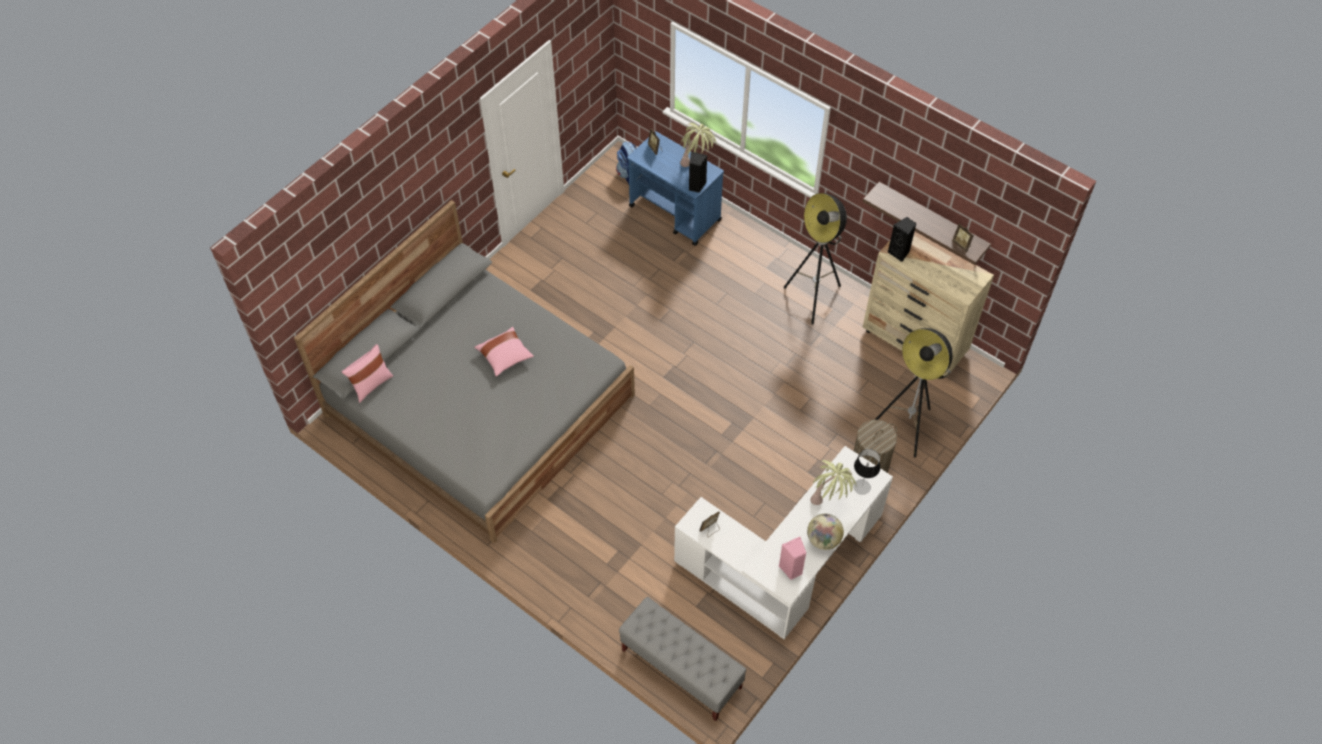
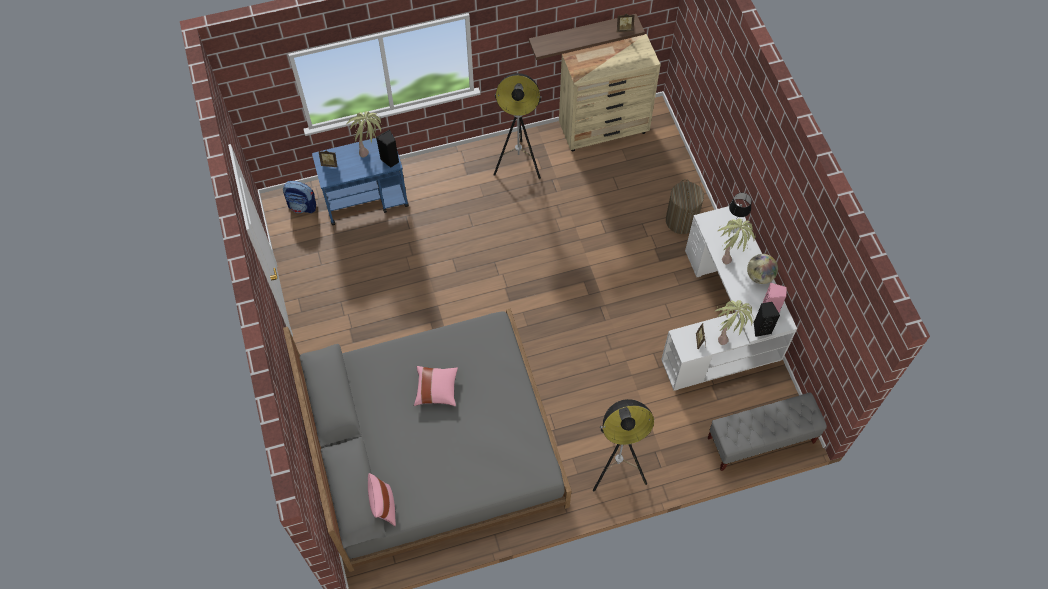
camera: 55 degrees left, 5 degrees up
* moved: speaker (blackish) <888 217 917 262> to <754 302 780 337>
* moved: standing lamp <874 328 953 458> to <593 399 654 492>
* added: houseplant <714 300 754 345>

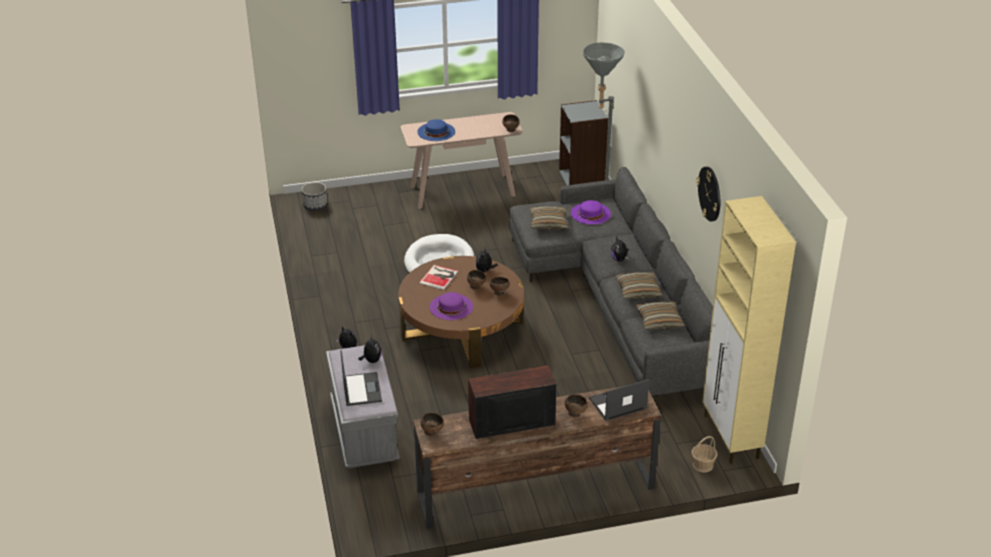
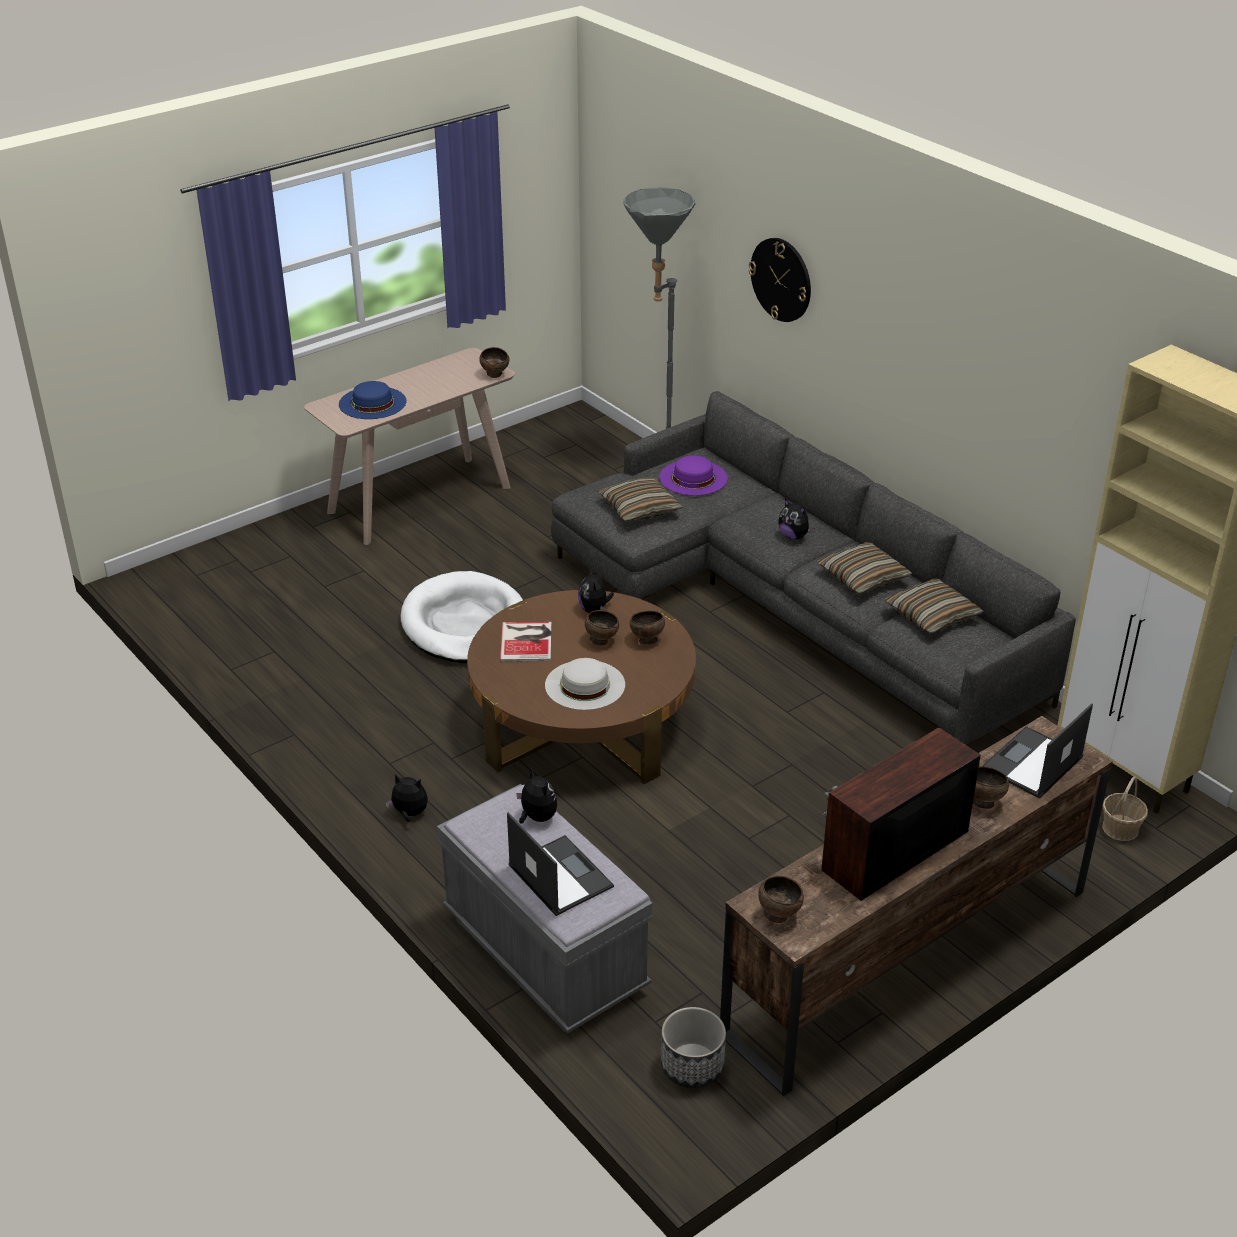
camera: 25 degrees left, 0 degrees up
* removed: bookshelf (grey) <559 100 608 186>
* moved: hanging clock <696 166 720 221> to <749 238 811 322>
* moved: planter <301 182 328 211> to <661 1007 726 1088>
* recoloured: clothing hat (purple) <429 292 473 320> to clothing hat (whitish) <545 658 625 710>

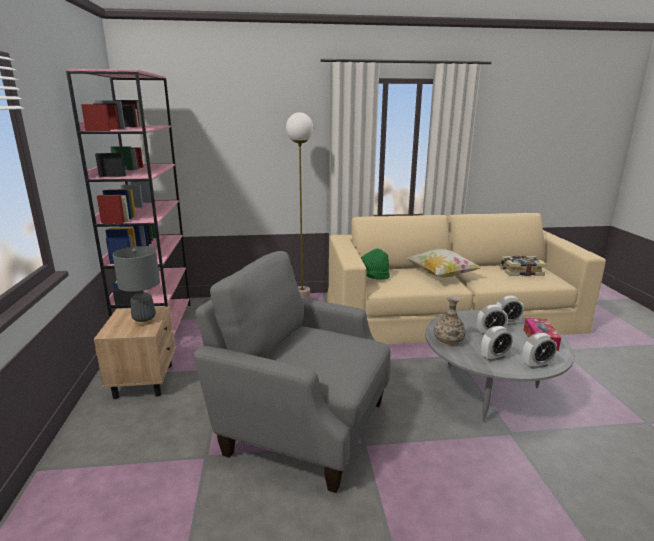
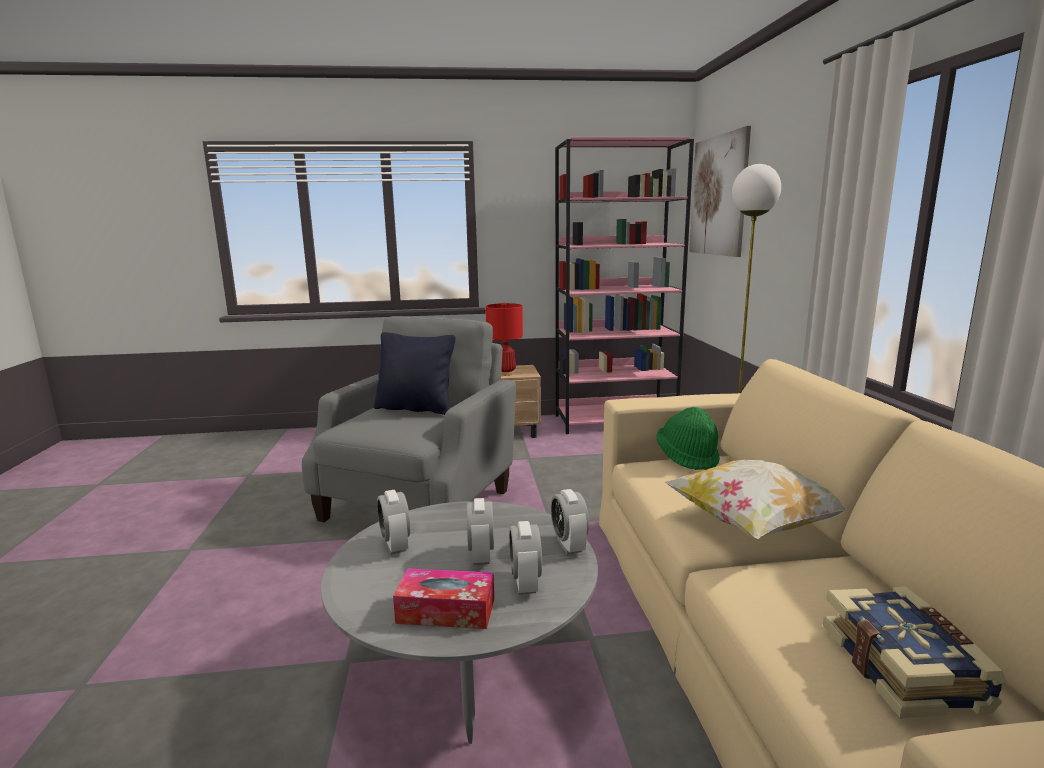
camera: 90 degrees right, 5 degrees down
* recoloured: tabletop lamp (grey) <113 246 160 326> to tabletop lamp (red) <486 303 523 376>
* removed: decorative vase <434 296 466 346>
* moved: alarm clock <522 333 557 369> to <551 489 589 555>
* added: wall art <689 126 751 257>
* added: pillow (blackish) <374 332 455 415>

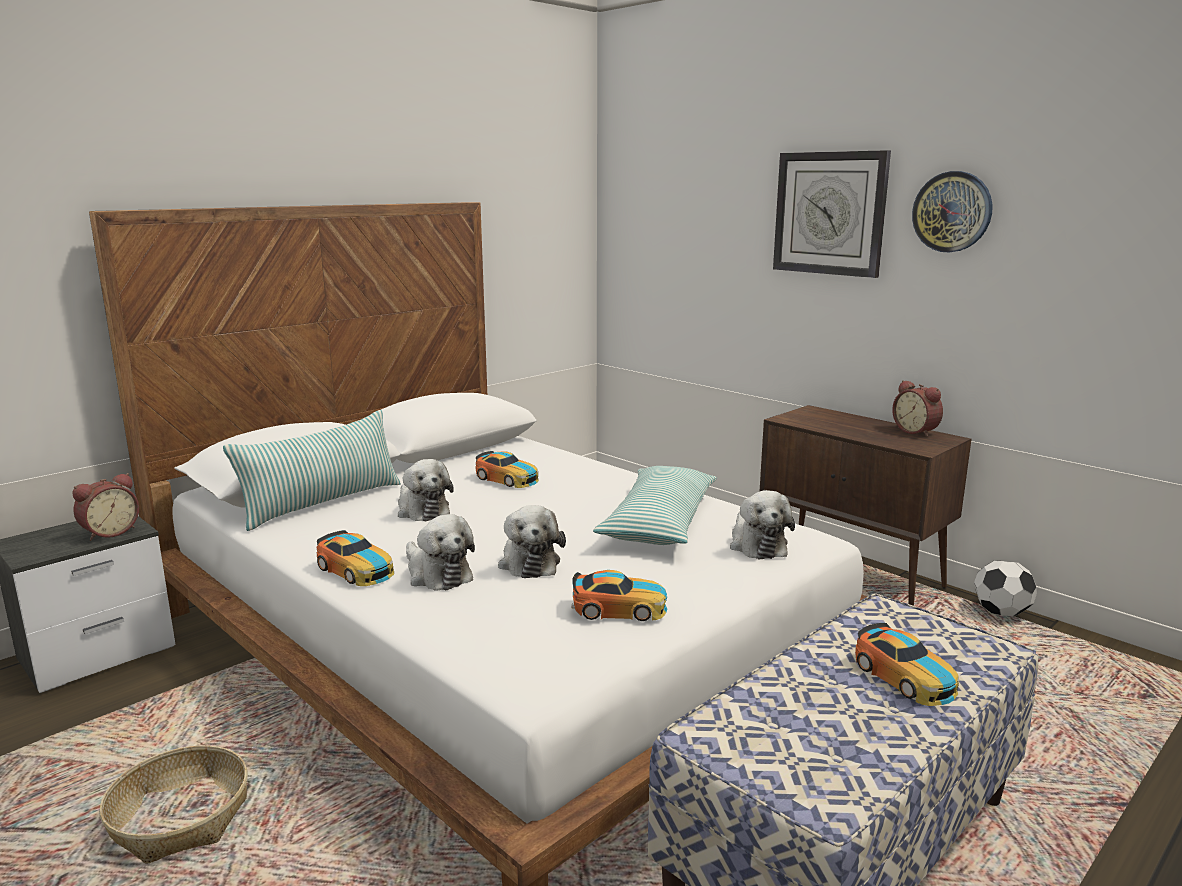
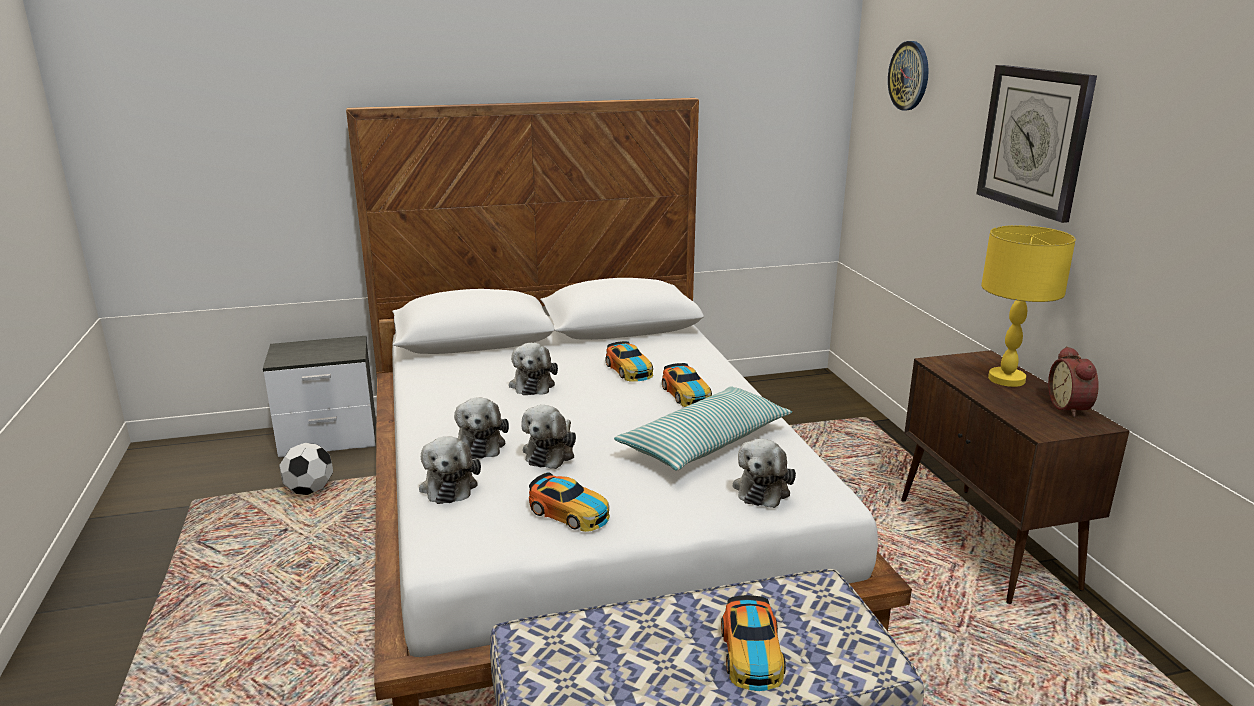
camera: 30 degrees right, 5 degrees up
* moved: hanging clock <912 171 993 252> to <888 41 929 111>
* removed: pillow <223 410 401 531>
* removed: alarm clock <73 473 139 541>
* moved: model car <317 530 394 586> to <662 363 712 407>
* moved: football ball <974 561 1037 616> to <279 443 333 495>
* removed: storage basket <99 745 248 864>
* added: tabletop lamp (yellow-coloured) <981 225 1076 387>
* added: cuddly toy <419 436 481 504>

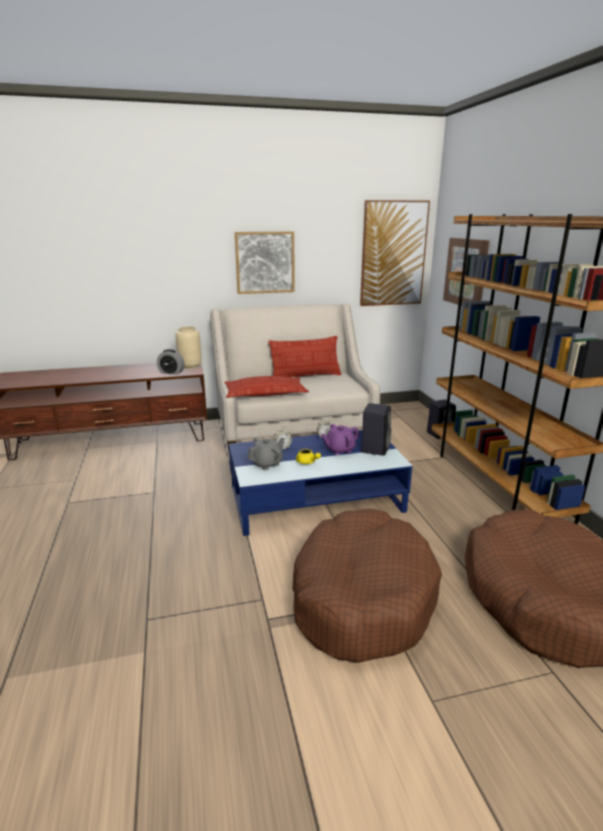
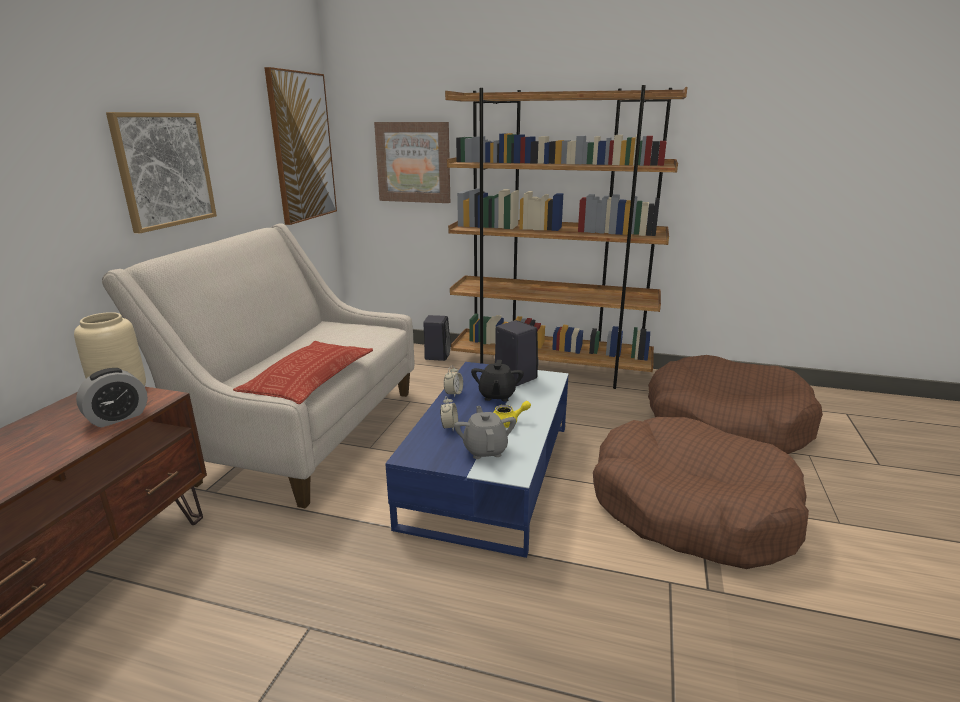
camera: 60 degrees left, 0 degrees up
* removed: pillow <268 336 341 377>
* recoloured: pot for tea (purple) <321 424 359 455> to pot for tea (blackish) <471 360 524 402>

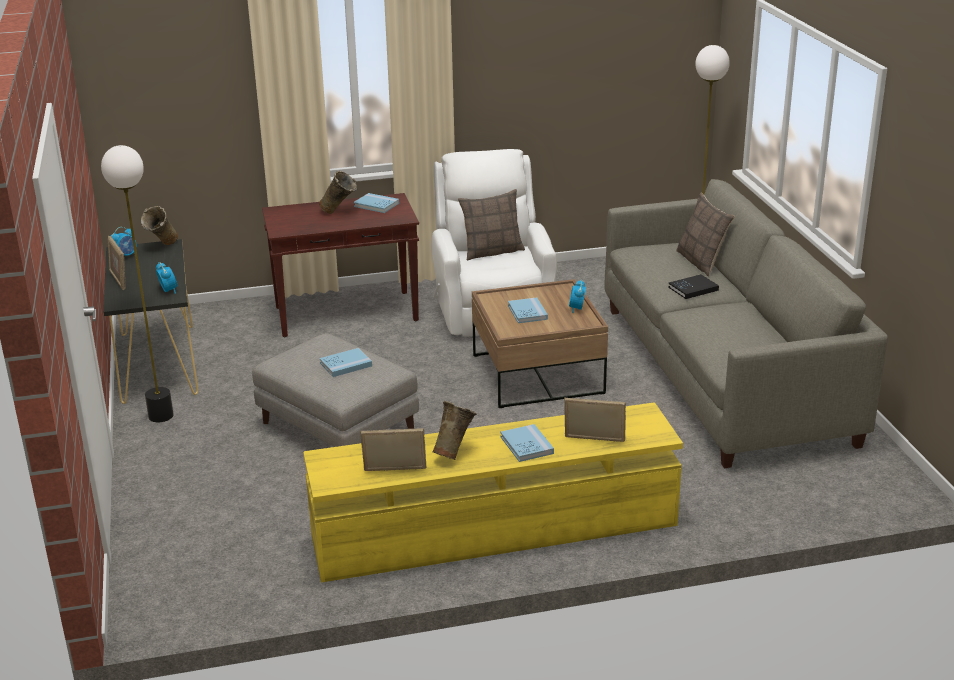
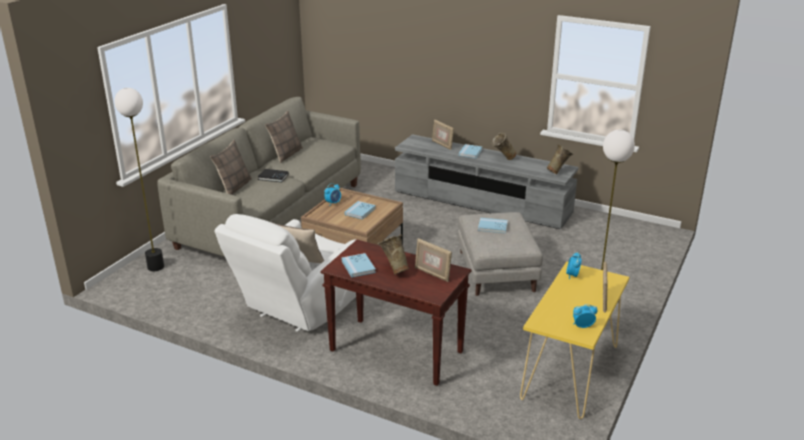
camera: 140 degrees left, 0 degrees up
* moved: decorative vase (beige-coloured) <141 206 178 245> to <547 144 573 175>
* recoloured: hall table (blackish) <103 239 198 404> to hall table (yellow-coloured) <520 261 629 419>
* recoloured: tv stand (yellow-coloured) <303 403 683 582> to tv stand (grey) <395 134 578 229>
* moved: standing frame <360 428 427 471> to <415 239 452 282>
* added: pillow <265 111 303 163>

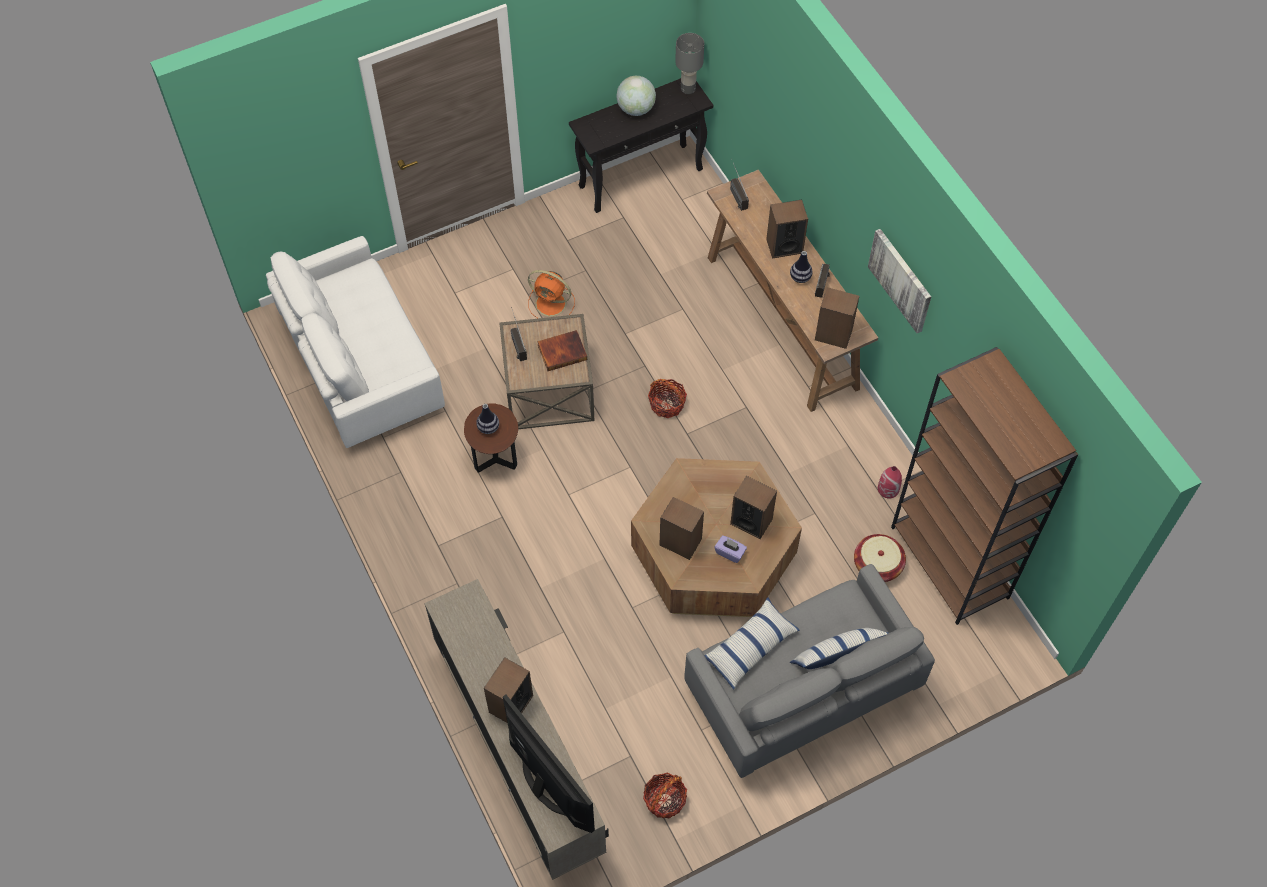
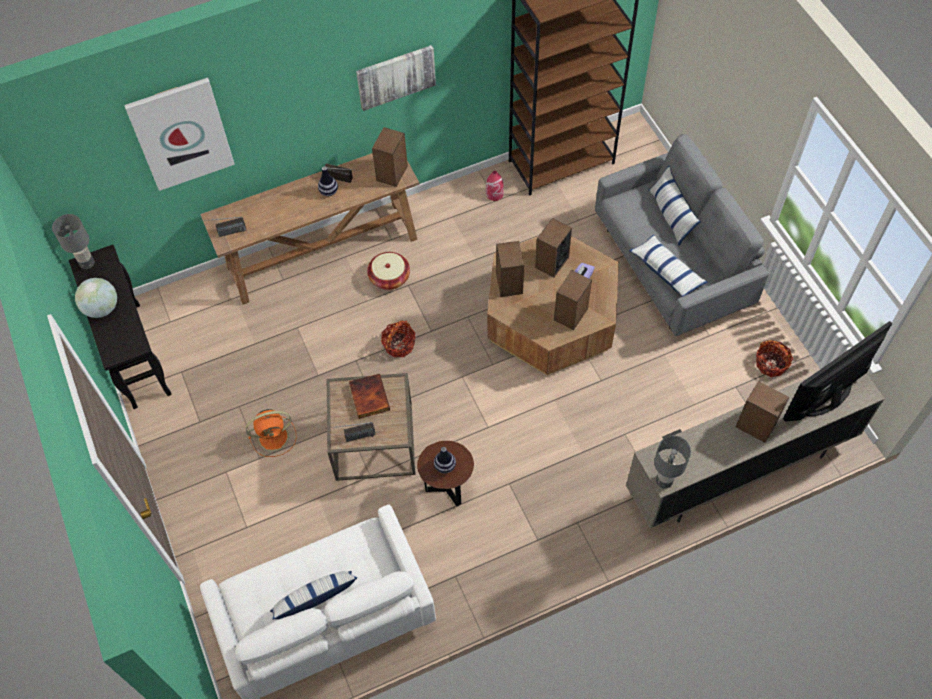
camera: 85 degrees left, 0 degrees up
* moved: speaker <766 200 808 259> to <496 241 524 297>
* turned: fan (orange-coloured) <528 270 575 318> = <246 409 297 457> 45 degrees clockwise
* moved: storage basket <854 534 906 582> to <367 252 410 290>
* added: wall art <124 78 235 191>
* added: tabletop lamp (grey) <654 435 691 489>
* added: pillow <270 571 357 619>

